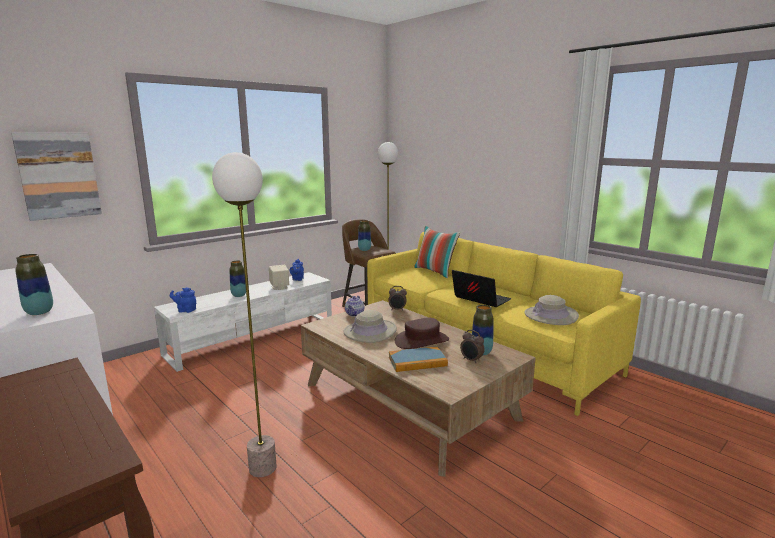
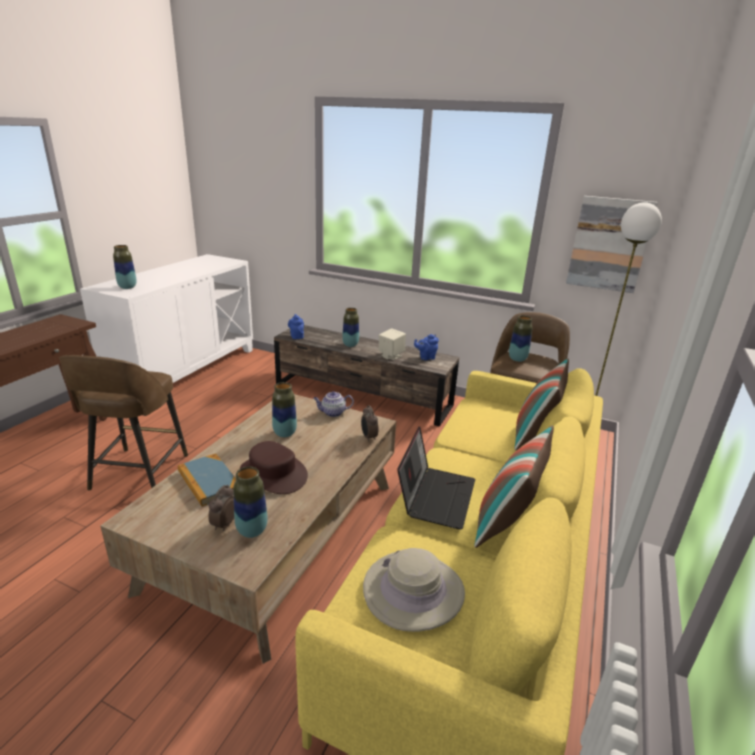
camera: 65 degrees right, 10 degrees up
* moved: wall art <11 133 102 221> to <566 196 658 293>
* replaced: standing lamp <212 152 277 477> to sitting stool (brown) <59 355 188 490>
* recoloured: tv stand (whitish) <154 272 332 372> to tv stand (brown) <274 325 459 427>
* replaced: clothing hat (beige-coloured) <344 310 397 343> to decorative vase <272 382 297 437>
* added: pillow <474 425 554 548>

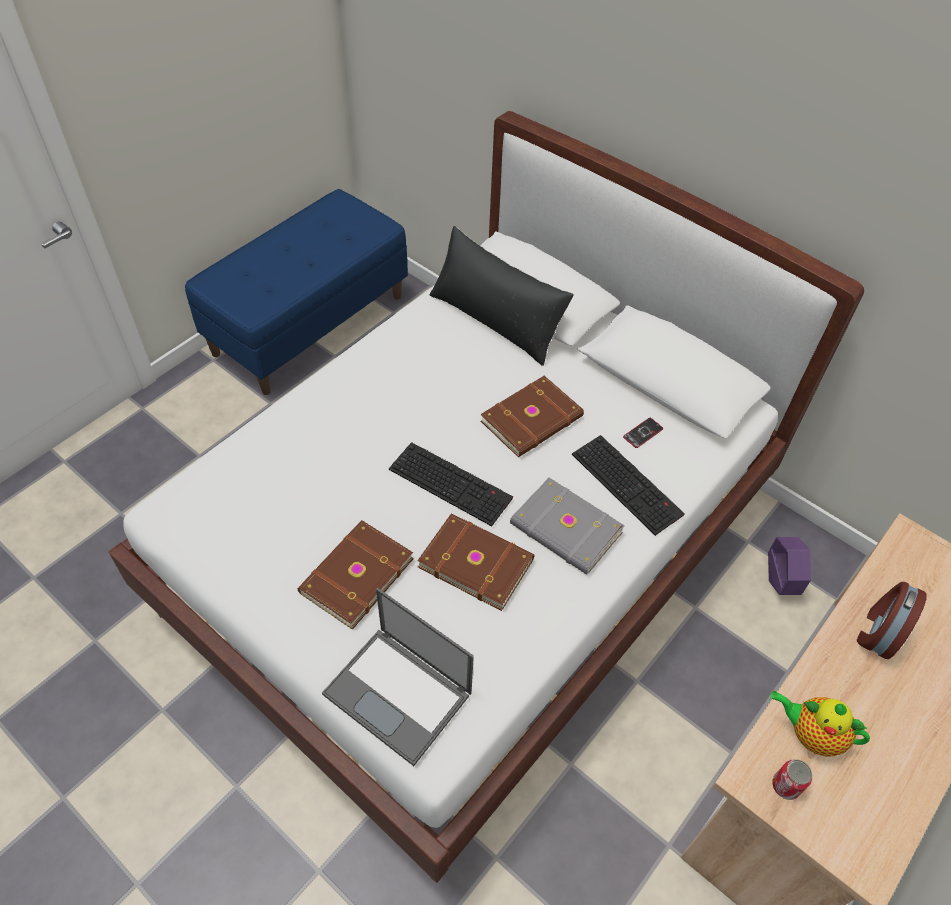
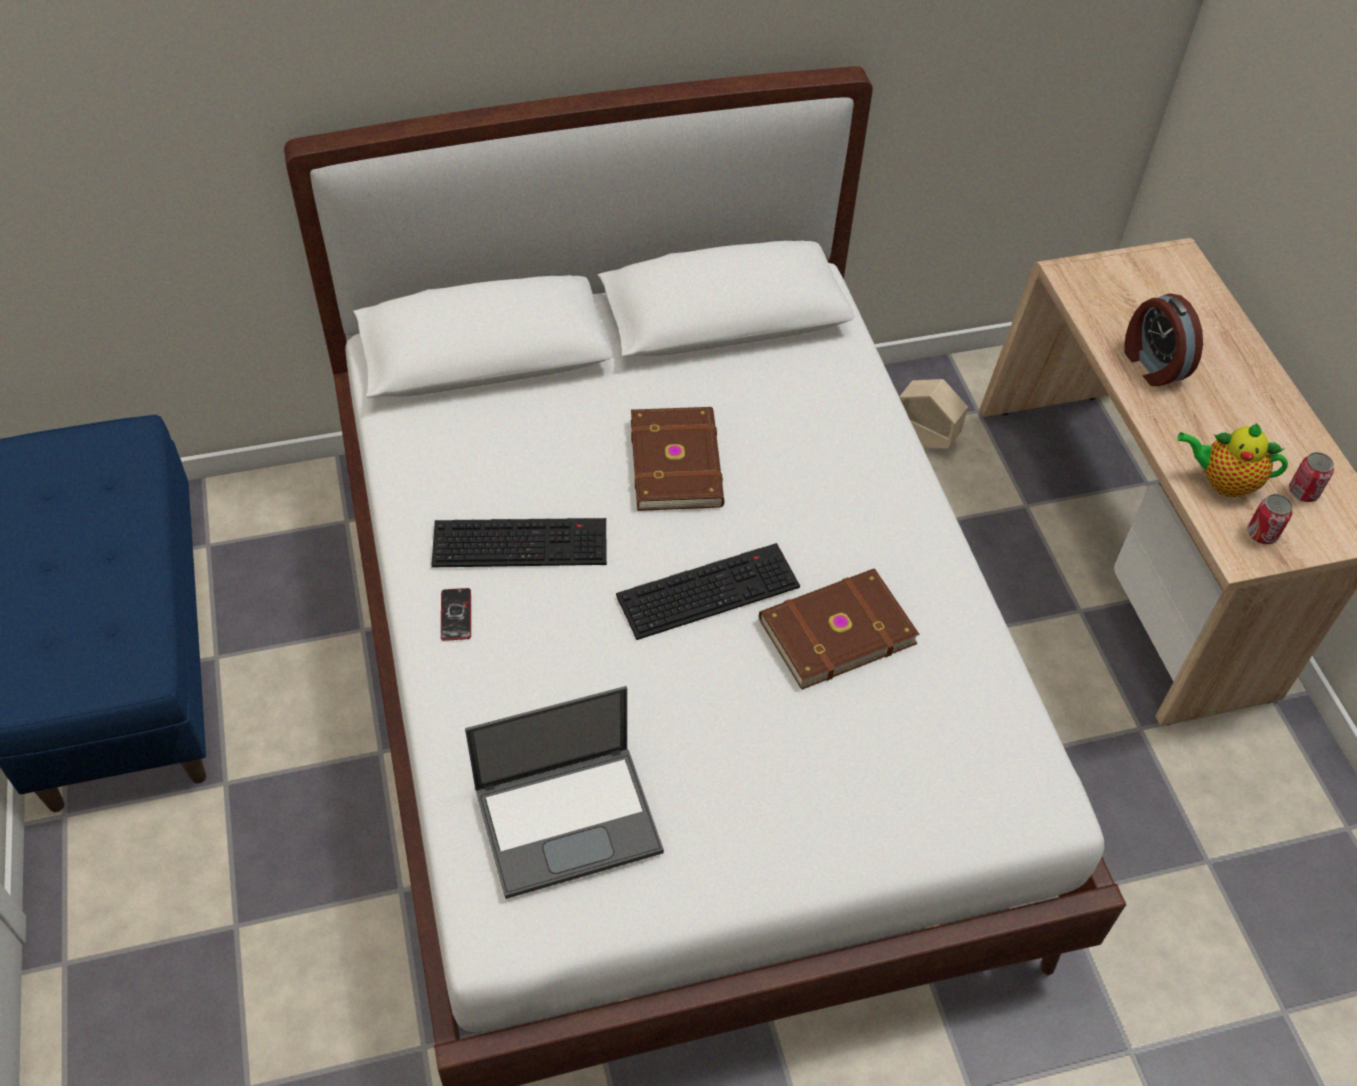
camera: 55 degrees left, 0 degrees up
* removed: pillow (blackish) <429 226 574 366>
* moved: phone <623 418 663 448> to <441 588 471 641>
* moved: keyboard <572 435 685 536> to <431 518 607 567>
* removed: bound book (grey) <510 478 625 575>
* removed: bound book (brown) <298 520 414 630>
* recoloured: planter (purple) <768 537 811 595> to planter (beige-coloured) <899 379 968 449>
* moved: portable computer <322 588 474 766> to <465 686 664 899>
* turned: pot for tea <770 691 870 756> = <1177 423 1288 497> 45 degrees clockwise
* added: metal can <1289 452 1334 502>

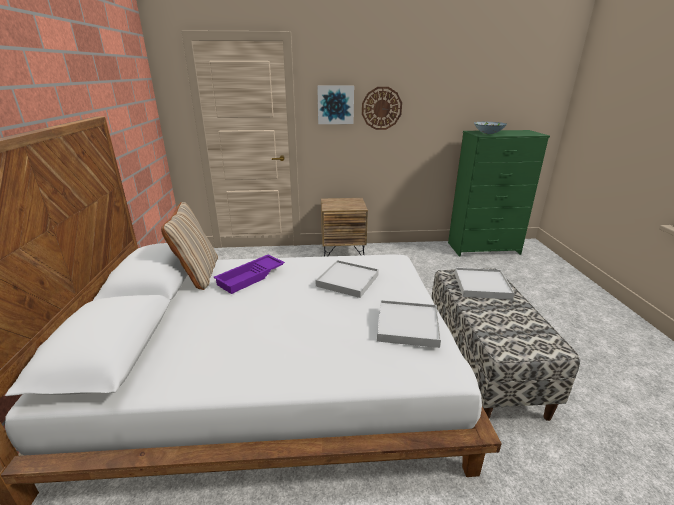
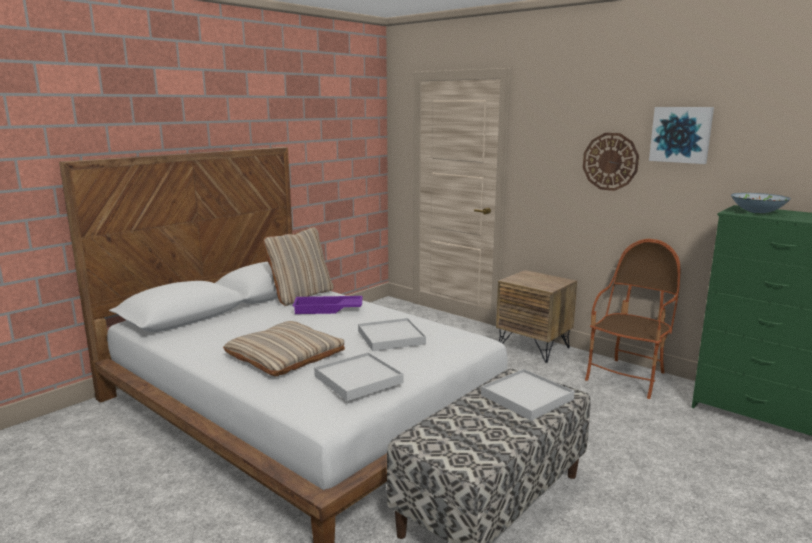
camera: 45 degrees right, 10 degrees down
* moved: wall art <317 85 354 124> to <649 107 714 164>
* added: easy chair <585 239 680 399>
* added: pillow (beige-coloured) <223 321 345 376>

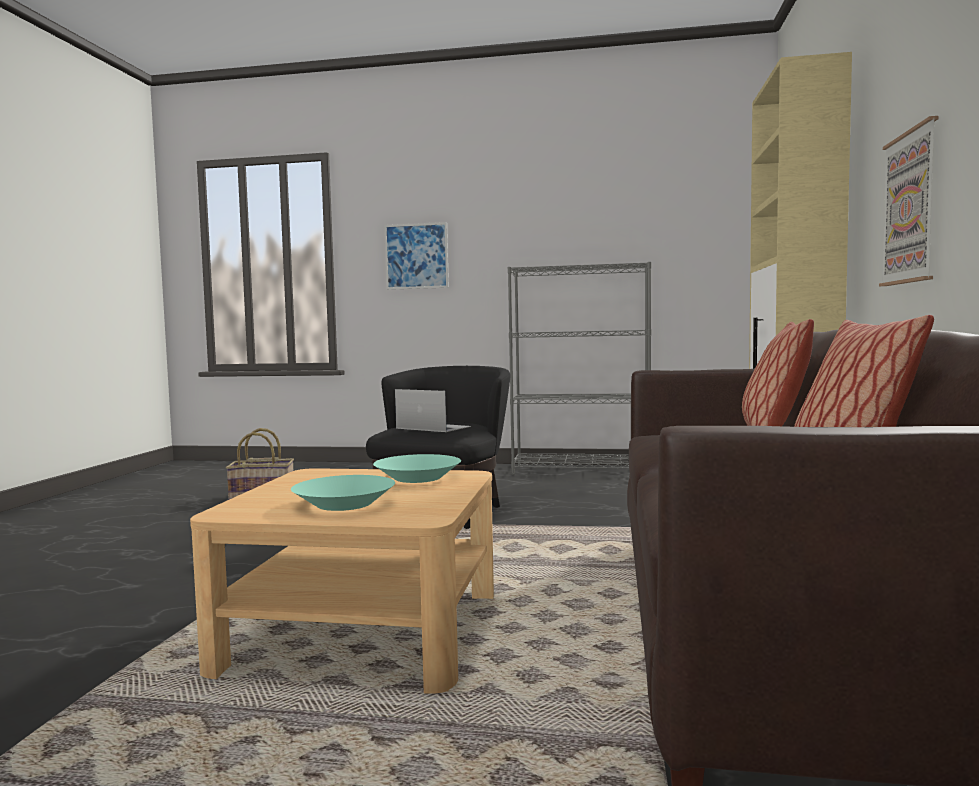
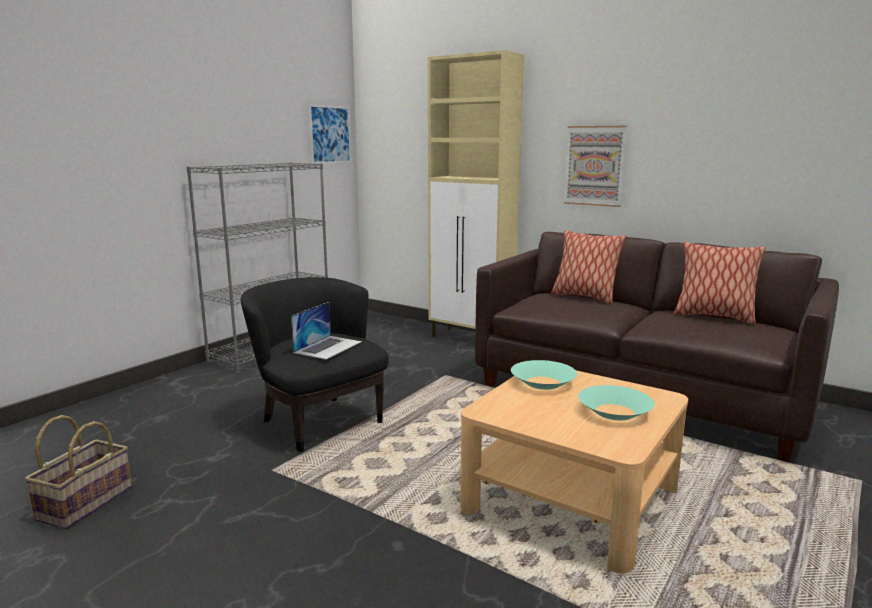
camera: 65 degrees left, 10 degrees up
* moved: wall art <384 222 449 290> to <309 105 351 164>
* turned: portable computer <395 389 471 432> = <291 302 362 360> 150 degrees clockwise

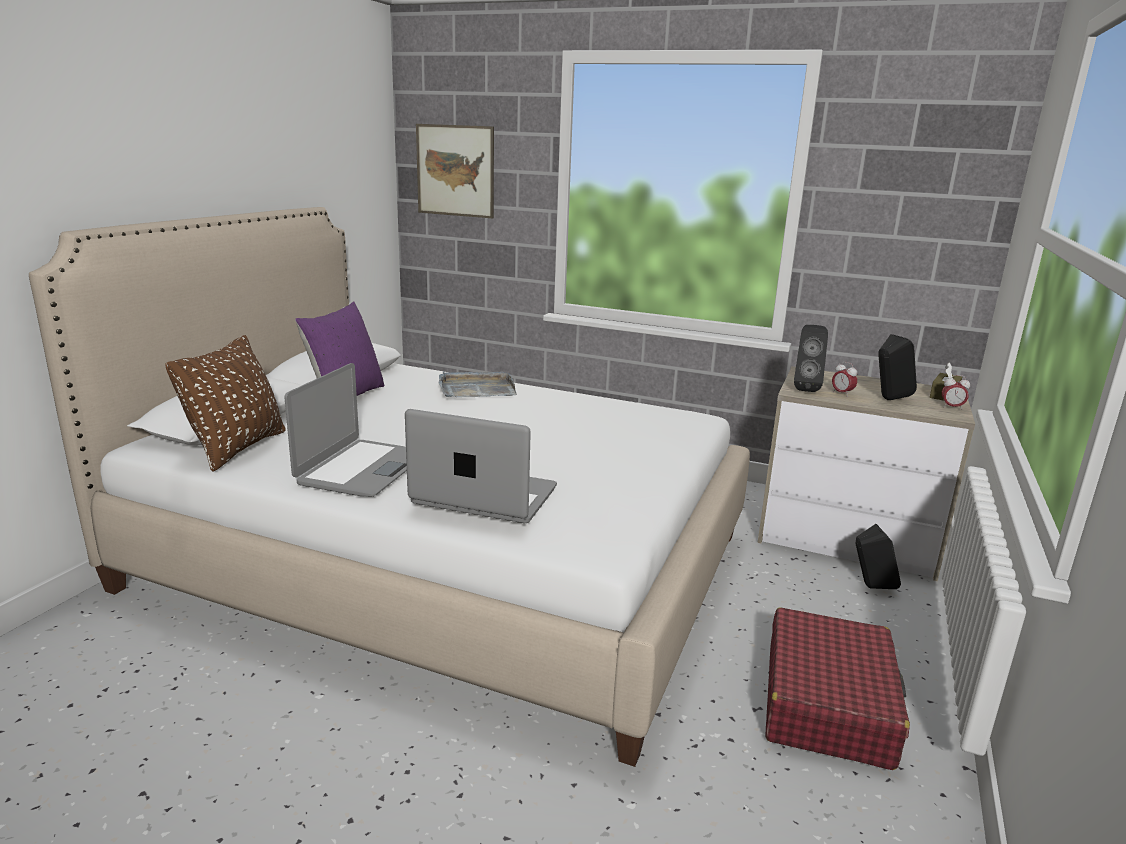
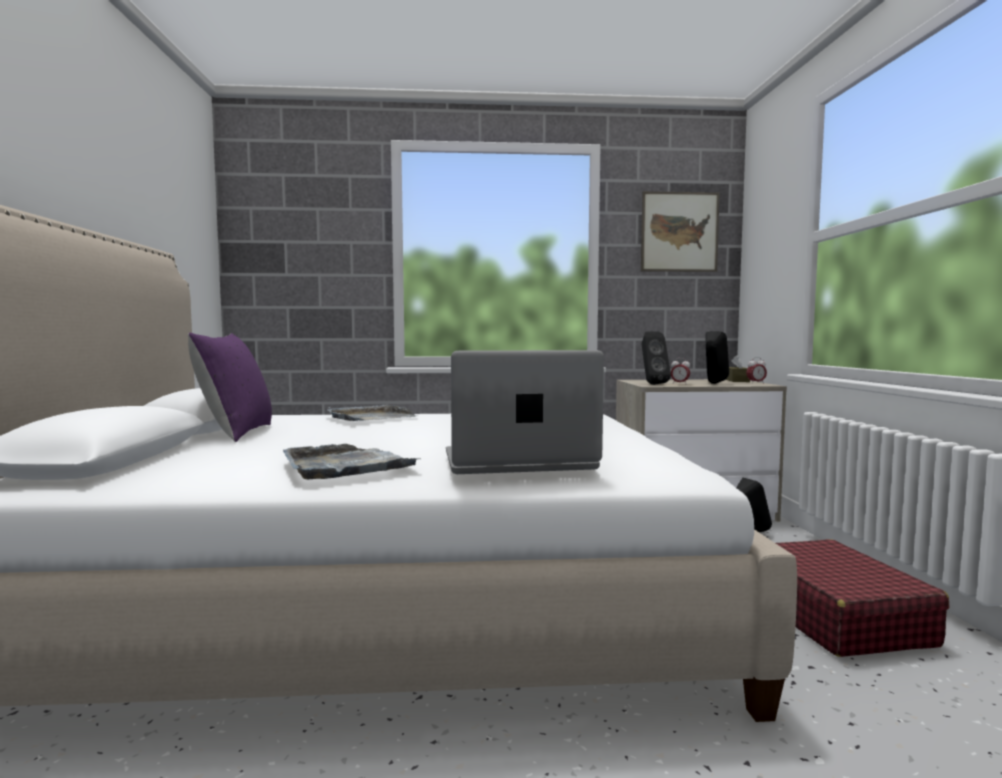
camera: 25 degrees left, 15 degrees down
* moved: wall art <416 124 494 218> to <641 191 720 272>
* removed: pillow (brown) <165 335 286 472>
* replaced: portable computer <285 363 407 496> to carrying tray (grey) <283 444 420 479>

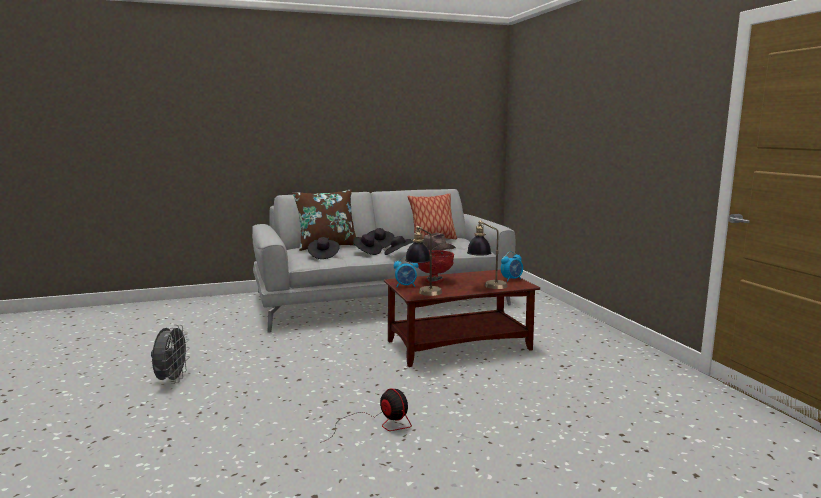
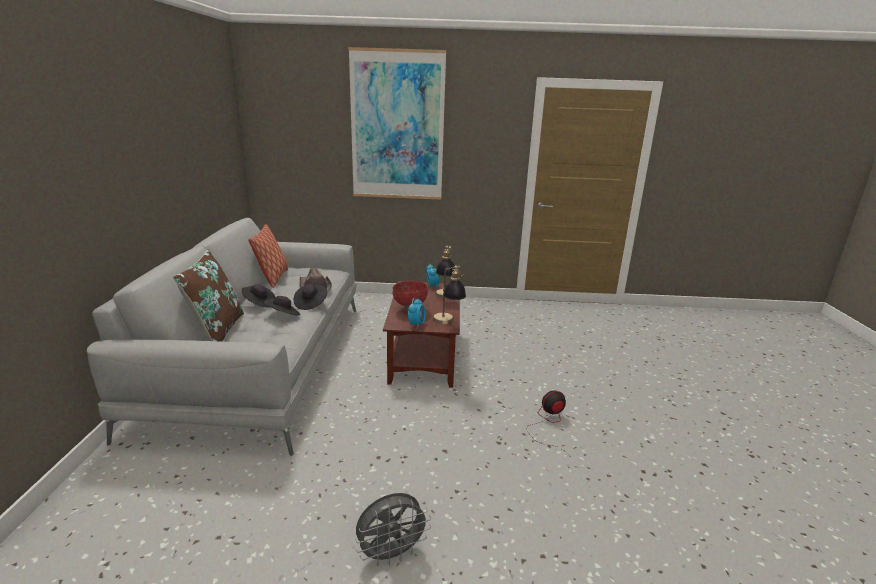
camera: 70 degrees left, 10 degrees up
* removed: clothing hat (blackish) <308 237 340 259>
* turned: fan (grey) <151 324 190 384> = <355 493 431 566> 135 degrees clockwise
* added: wall art <348 47 446 200>

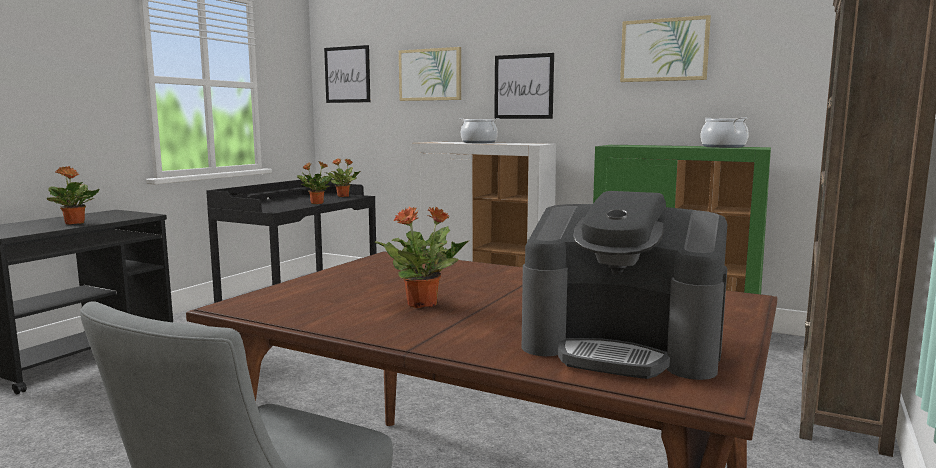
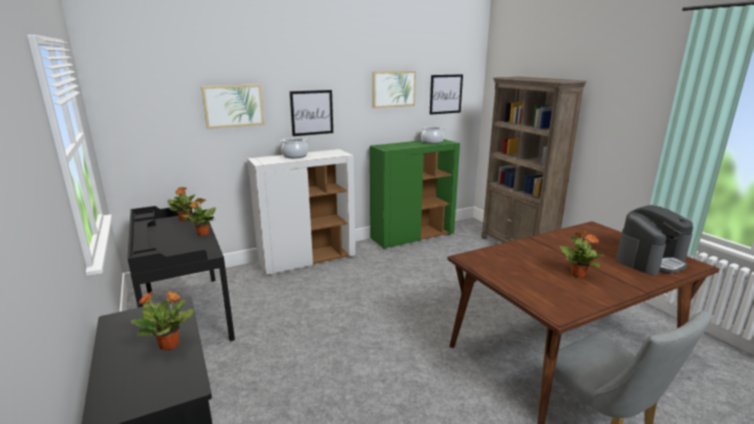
camera: 55 degrees left, 10 degrees up
* moved: wall art <324 45 370 103> to <430 74 463 115>

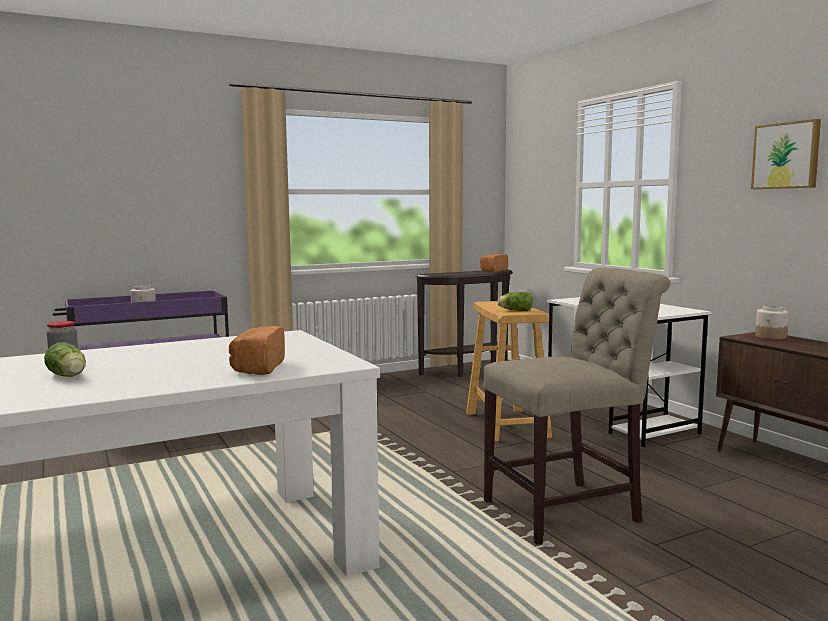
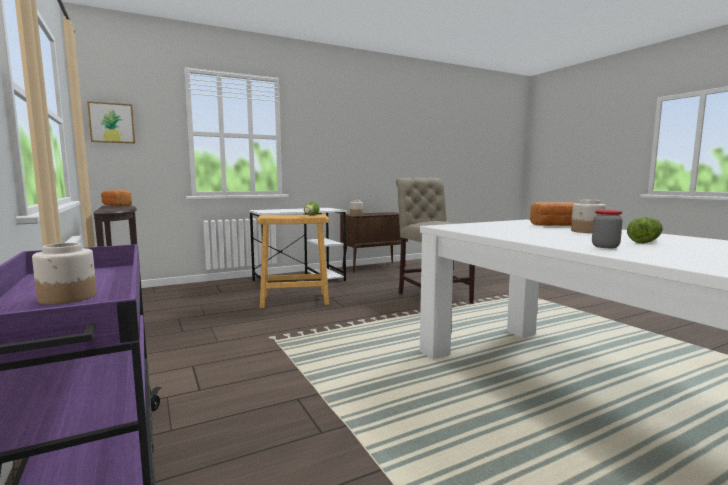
camera: 90 degrees left, 0 degrees up
* moved: wall art <751 119 821 189> to <87 101 135 143>
* added: jar <571 200 606 233>

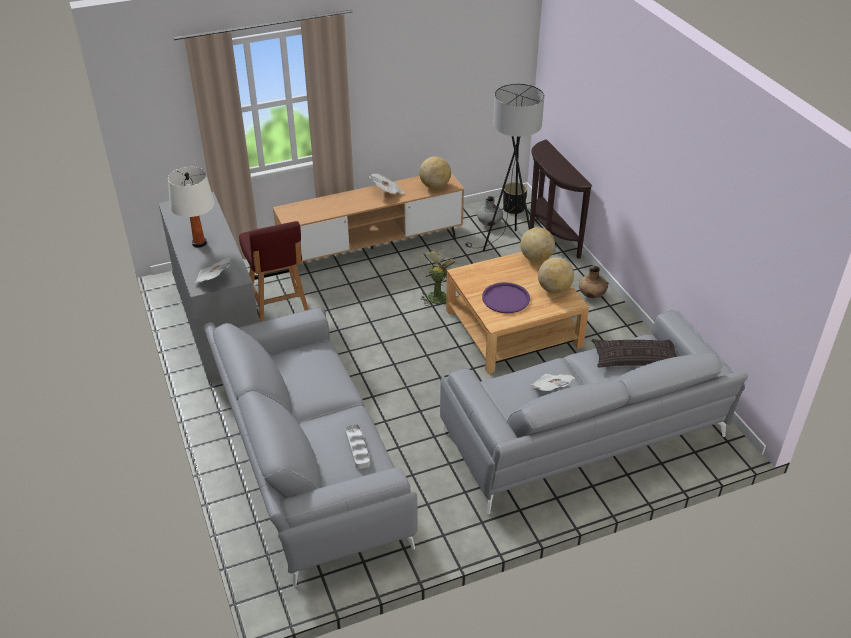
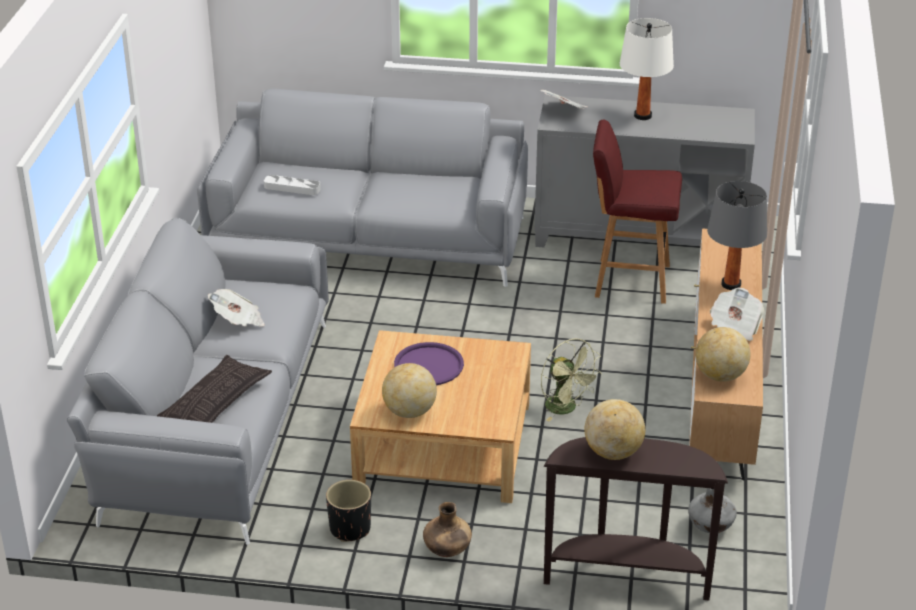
camera: 120 degrees right, 5 degrees down
* removed: standing lamp (grey) <465 84 544 251>
* moved: planter (blackish) <503 182 527 214> to <326 480 371 542>
* moved: world globe <520 227 555 262> to <584 399 645 460>
* added: tabletop lamp (grey) <707 181 767 290>

